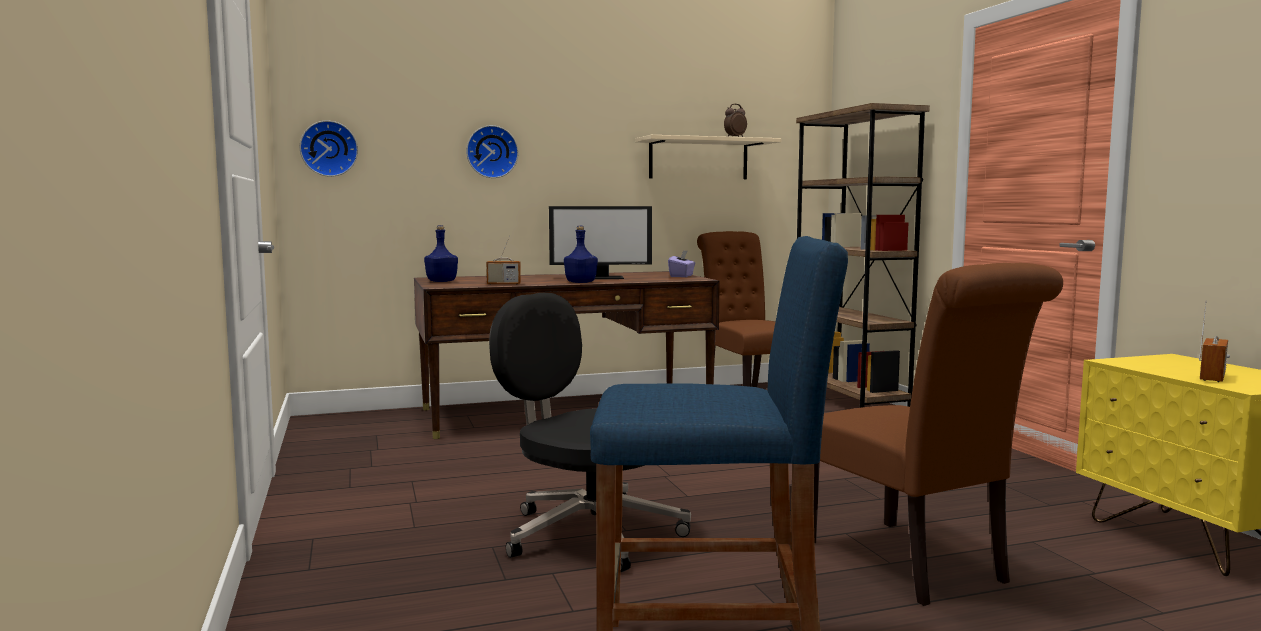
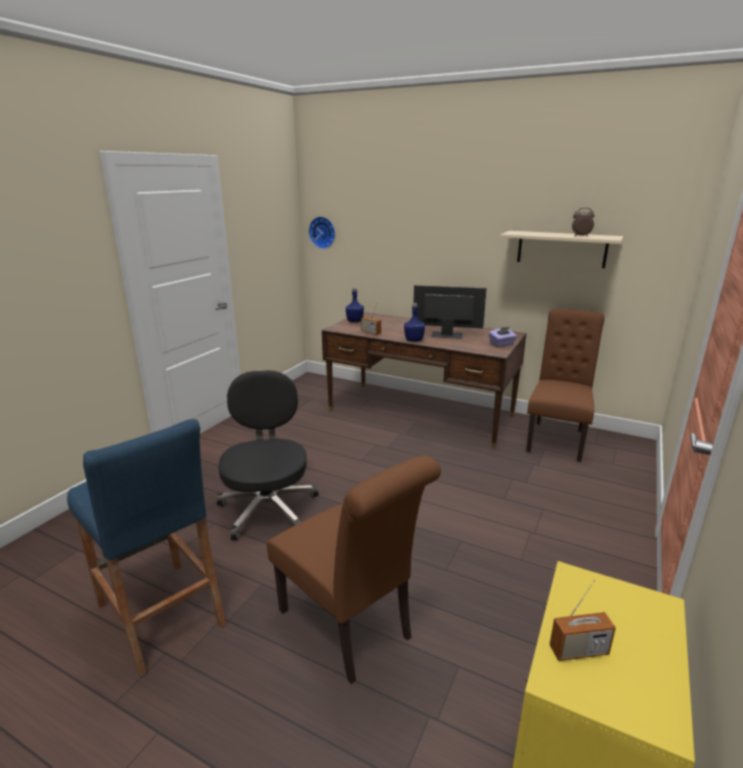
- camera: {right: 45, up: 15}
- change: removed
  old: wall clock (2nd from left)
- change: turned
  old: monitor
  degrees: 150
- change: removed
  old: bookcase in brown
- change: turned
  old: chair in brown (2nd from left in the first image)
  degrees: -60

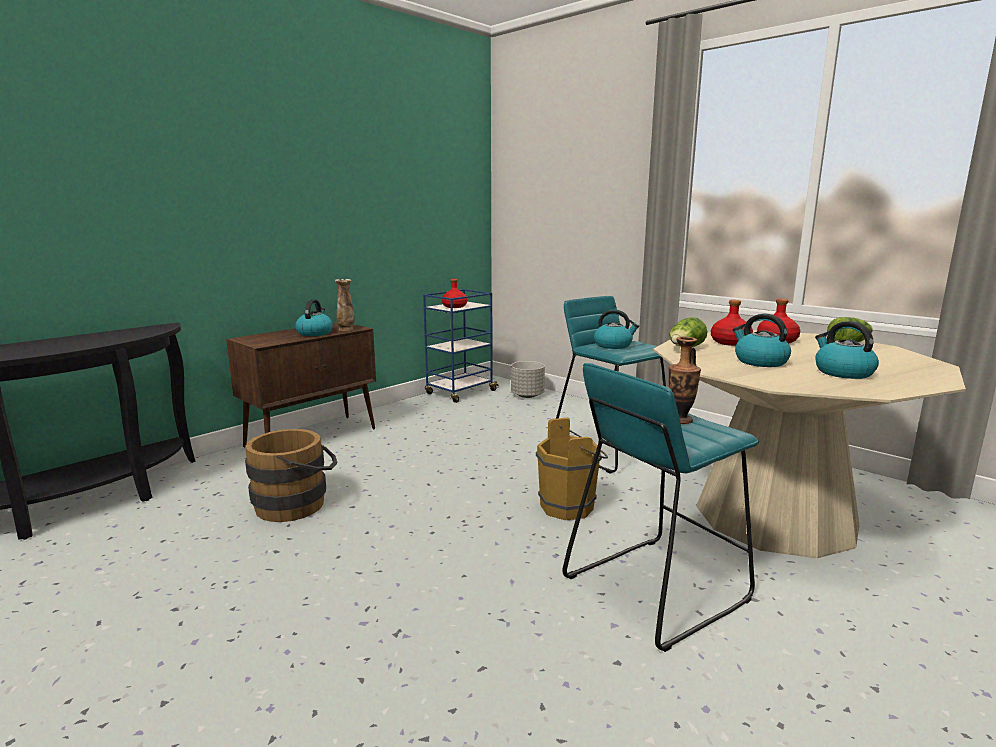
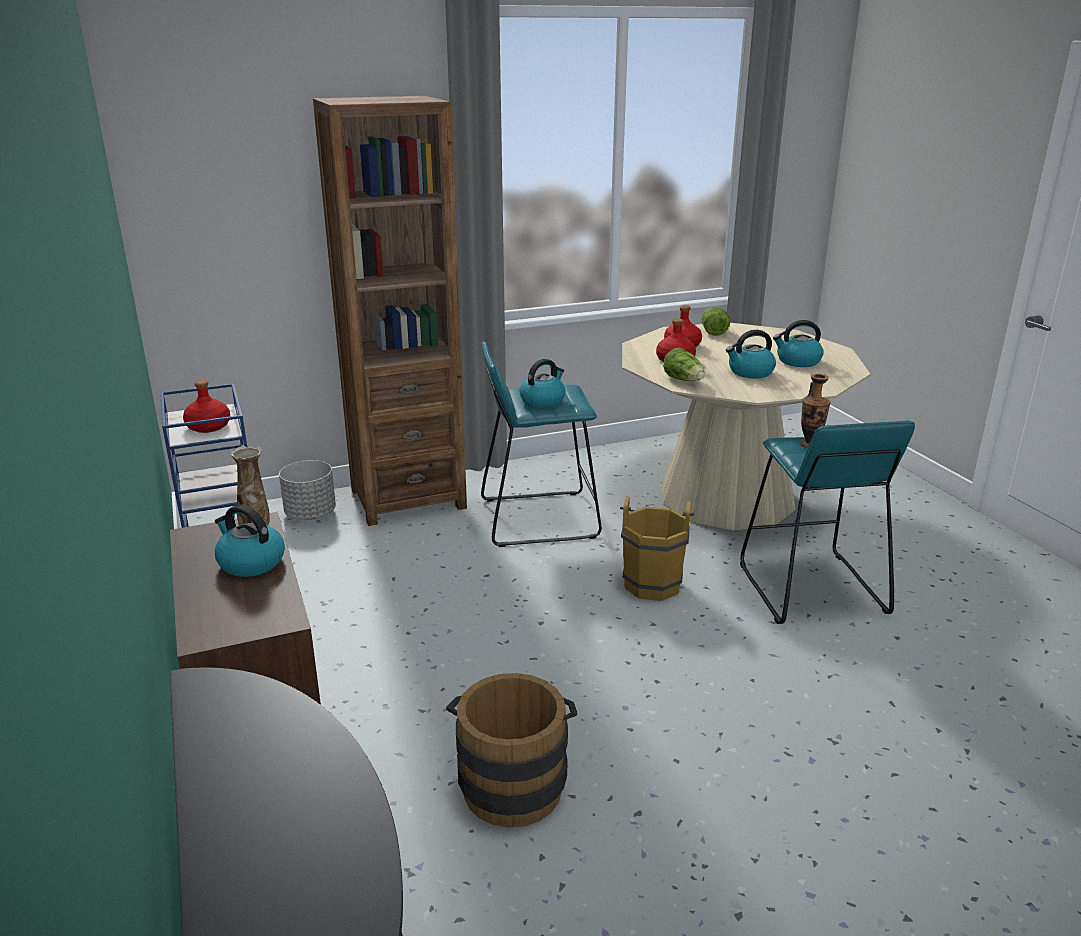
- camera: {right: -65, up: 10}
- change: added
  new: bookcase in brown

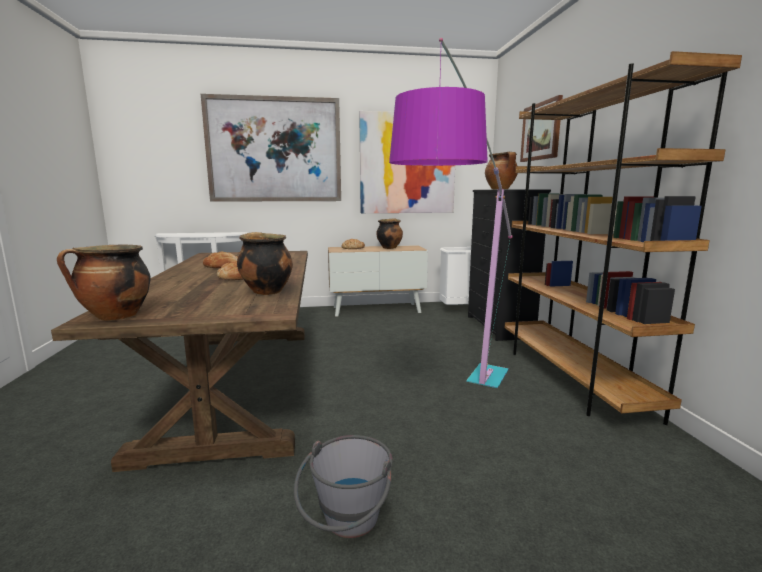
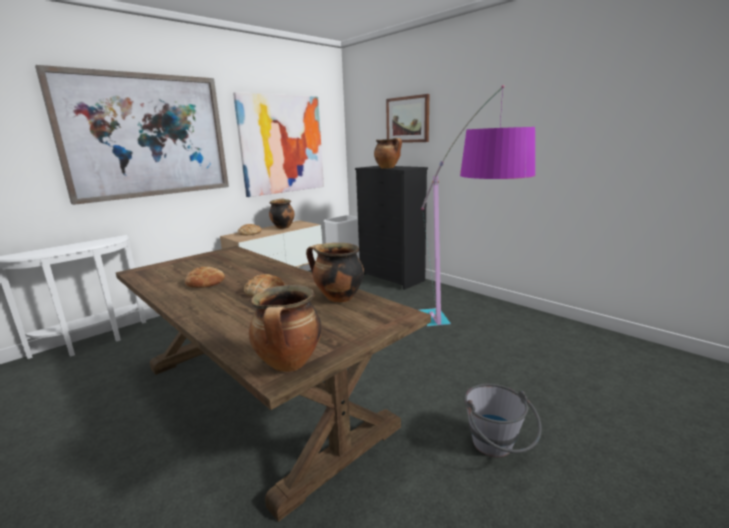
- camera: {right: -35, up: 5}
- change: removed
  old: bookcase in brown

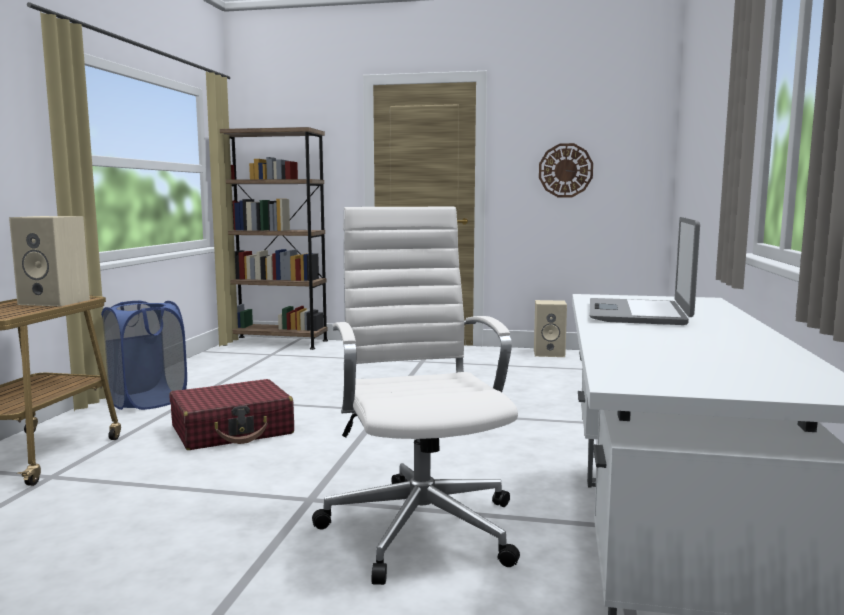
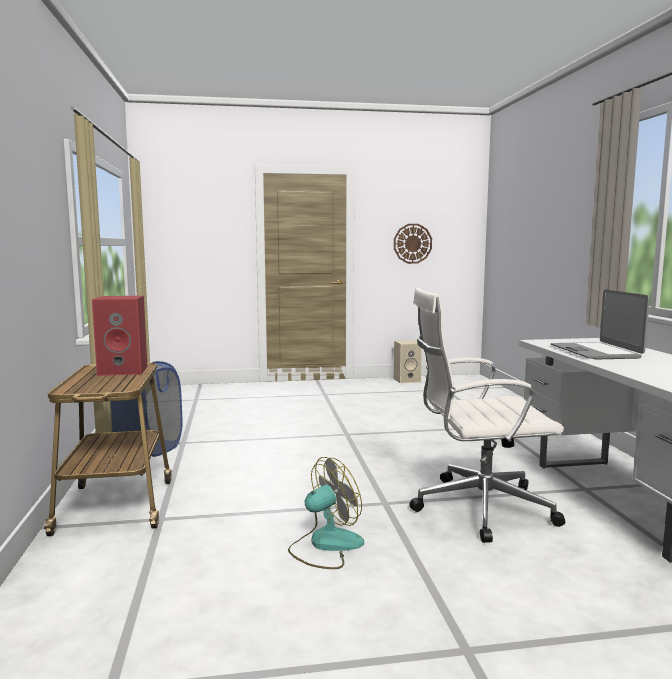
- camera: {right: -20, up: 0}
- change: recoloured
  old: speaker in beige (1st from left)
  new: speaker in red
- change: removed
  old: suitcase in red
- change: removed
  old: bookcase in brown
- change: turned
  old: office chair in white
  degrees: -60
- change: added
  new: fan

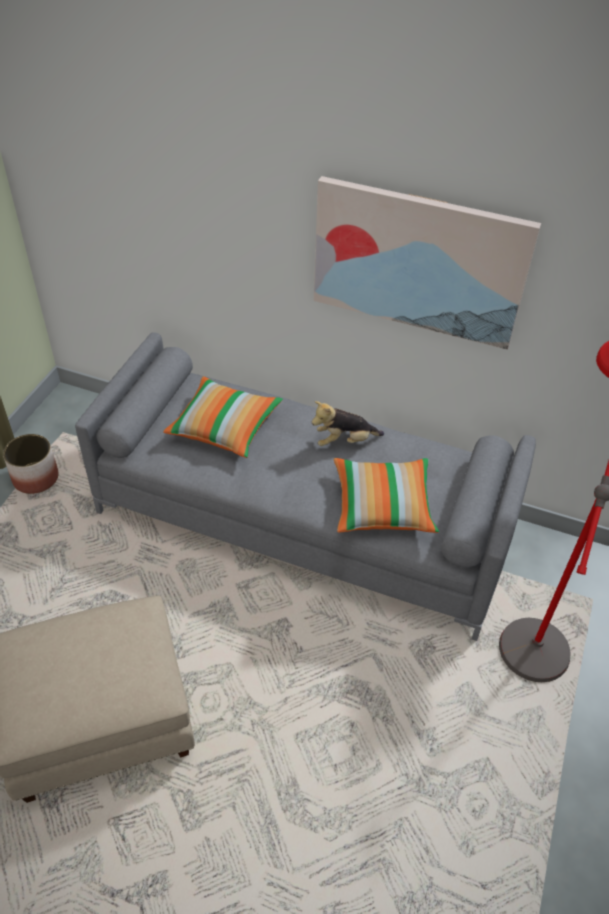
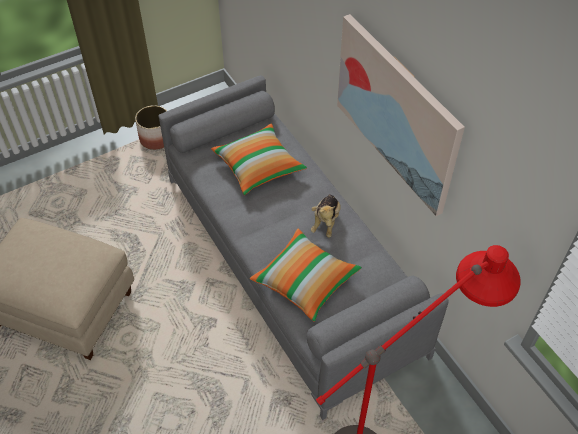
- camera: {right: 40, up: 5}
- change: turned
  old: plush toy
  degrees: -105

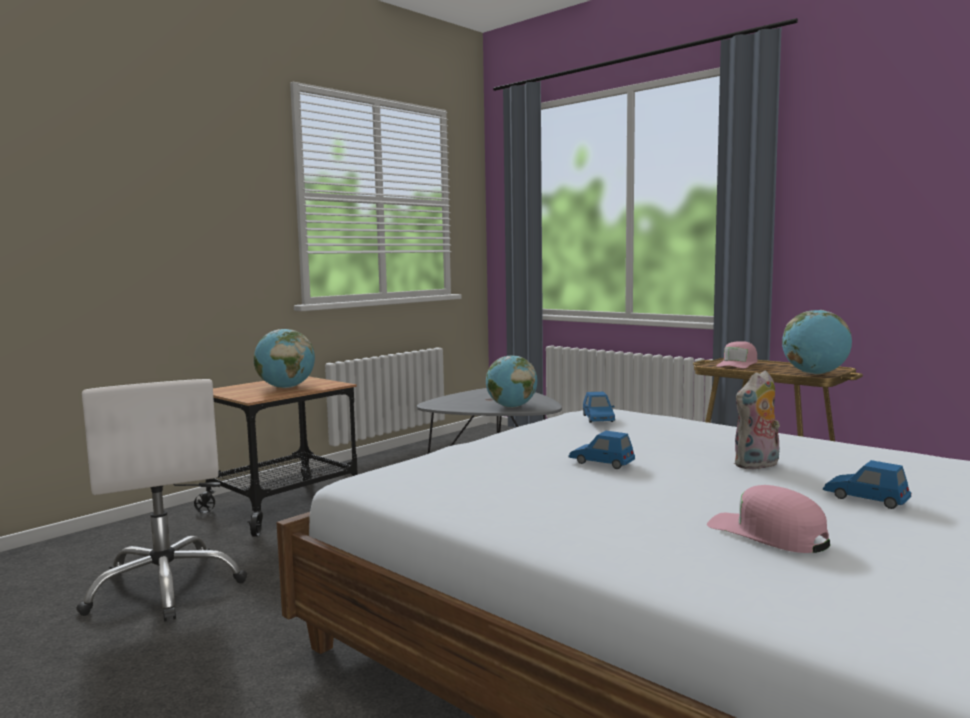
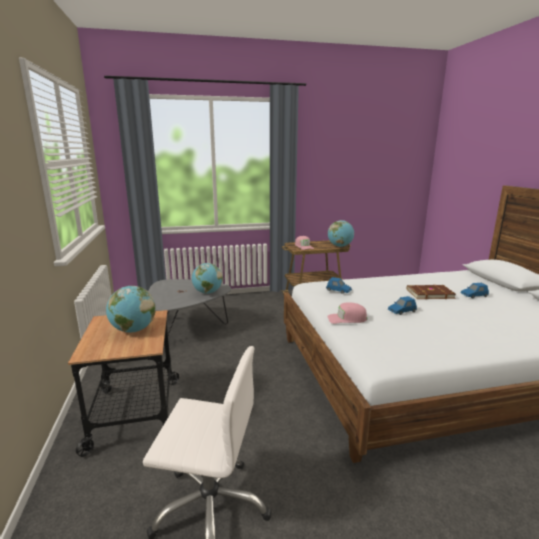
- camera: {right: -55, up: 10}
- change: moved
  old: cap in pink (2nd from left)
- change: replaced
  old: plush toy
  new: book in brown

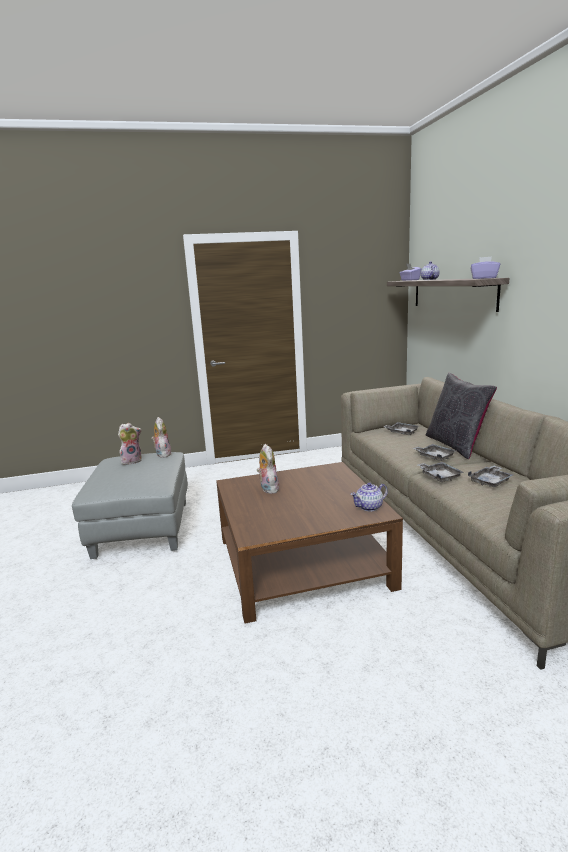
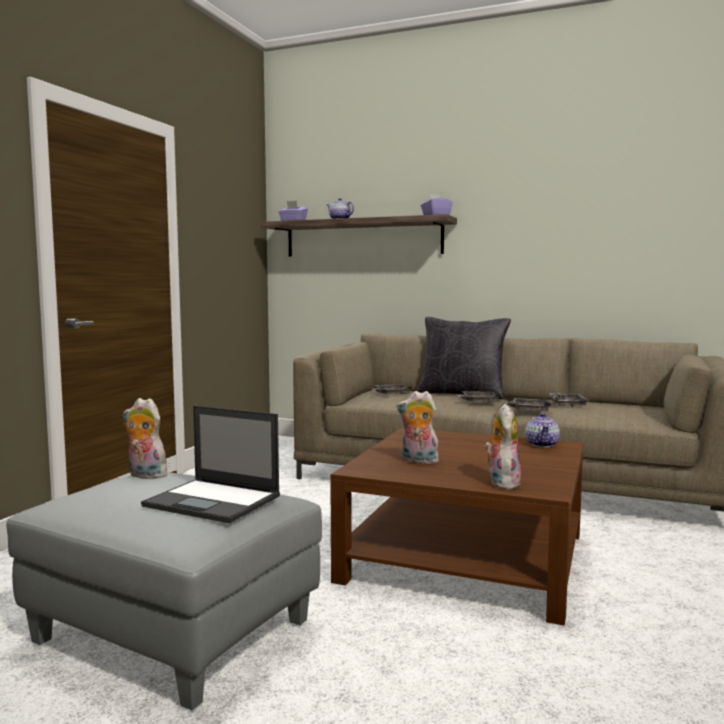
- camera: {right: -55, up: -10}
- change: moved
  old: plush toy (1st from left in the first image)
  new: plush toy (3rd from left)
- change: added
  new: laptop

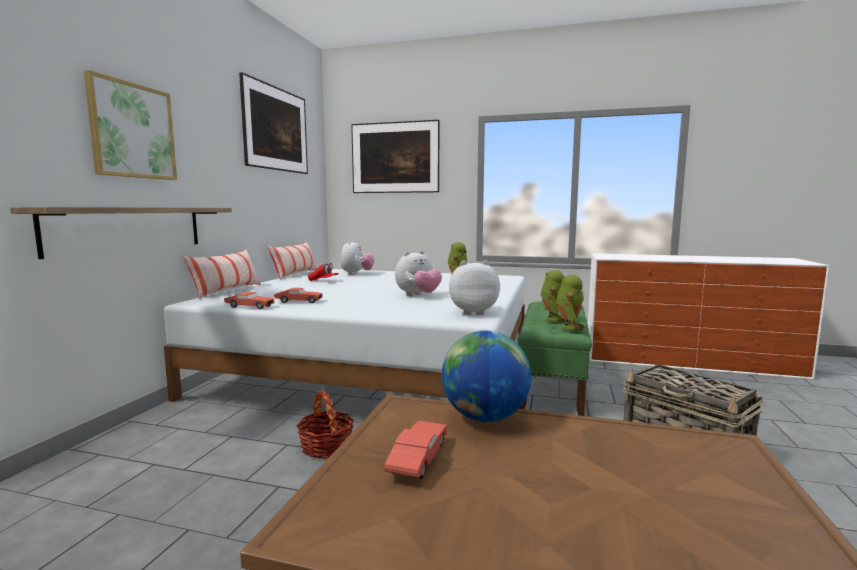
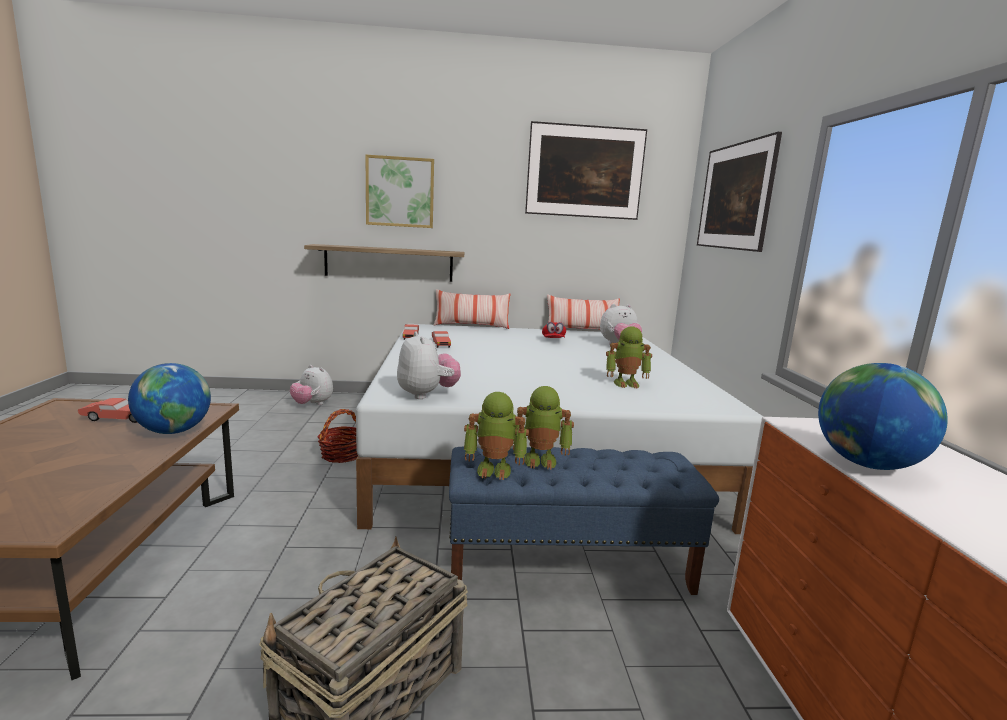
- camera: {right: 70, up: 5}
- change: moved
  old: plush toy (2nd from left in the first image)
  new: plush toy (1st from left)
- change: recoloured
  old: bench in green
  new: bench in blue
- change: added
  new: globe (2nd from left)

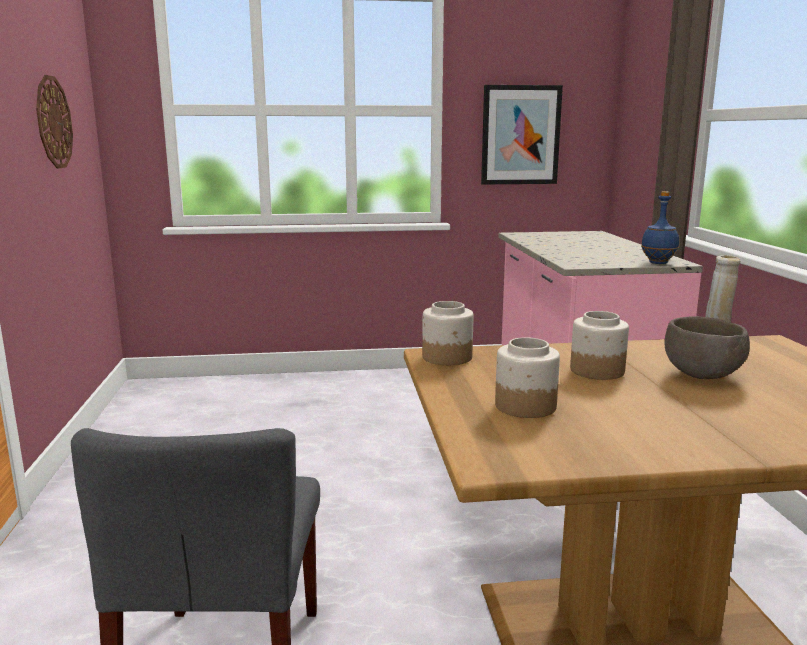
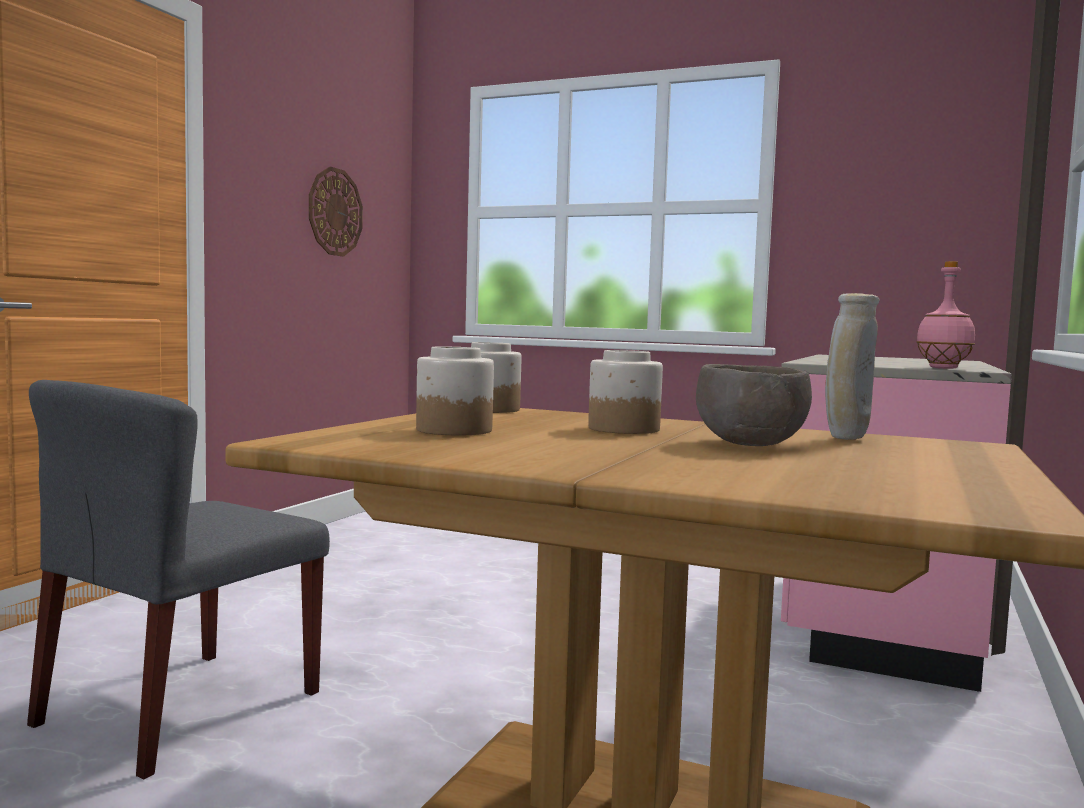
- camera: {right: 30, up: -10}
- change: removed
  old: picture
- change: recoloured
  old: bottle in blue
  new: bottle in pink

